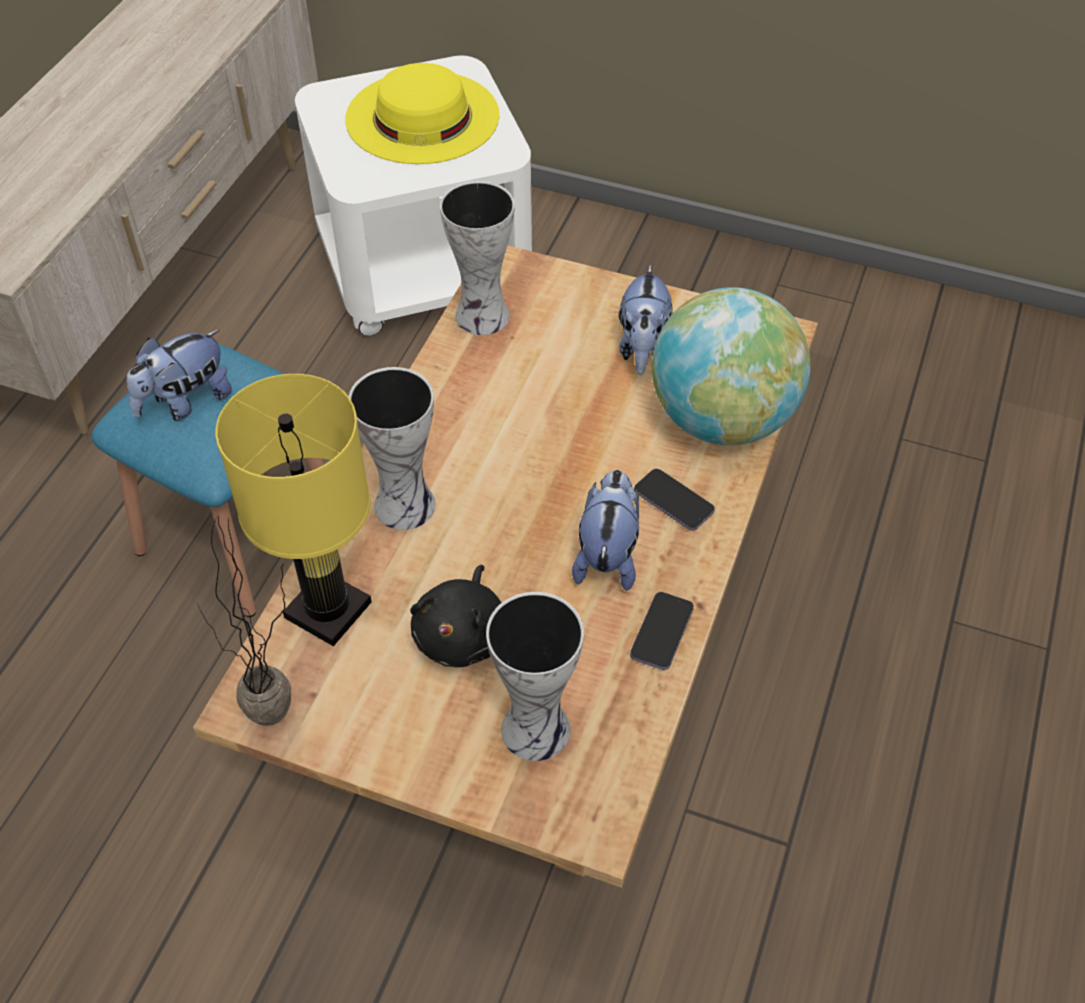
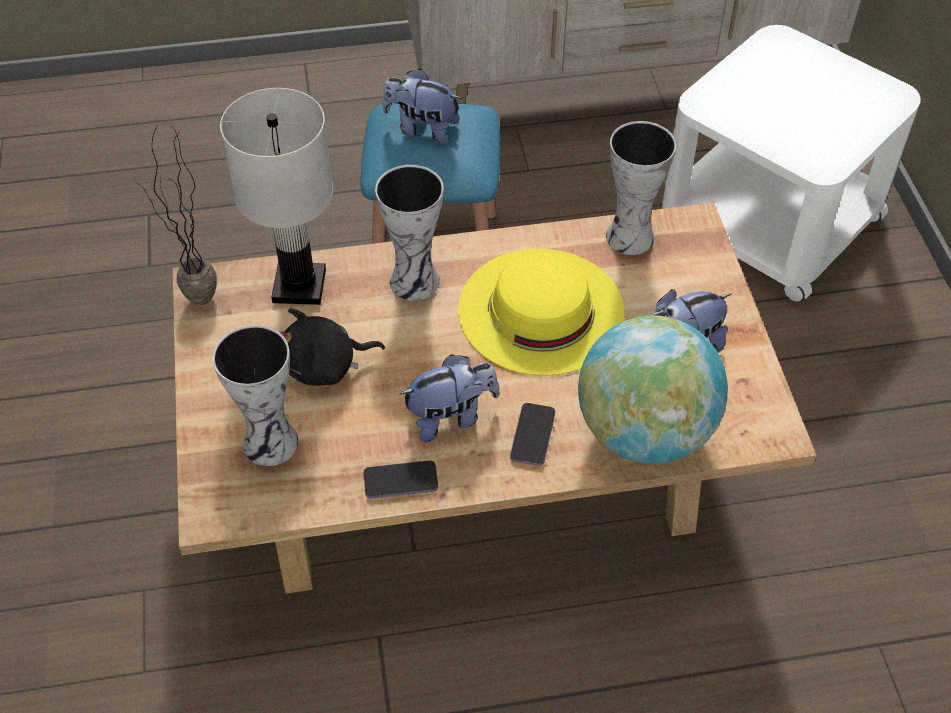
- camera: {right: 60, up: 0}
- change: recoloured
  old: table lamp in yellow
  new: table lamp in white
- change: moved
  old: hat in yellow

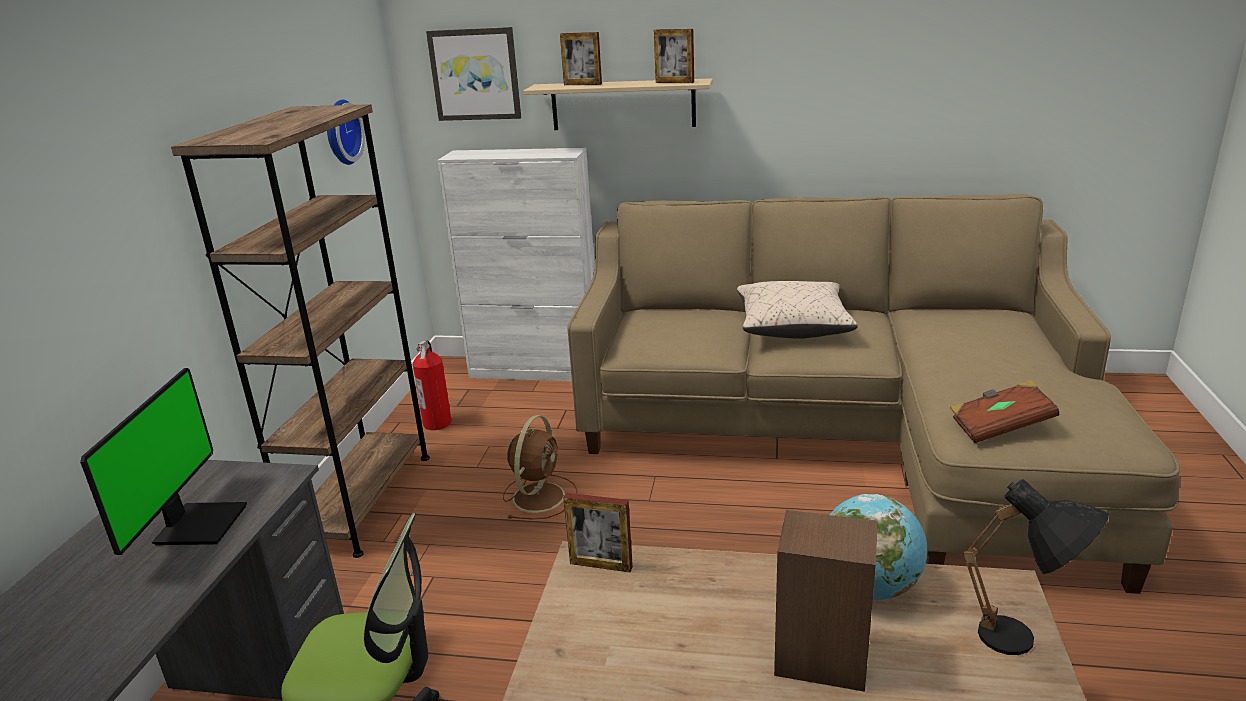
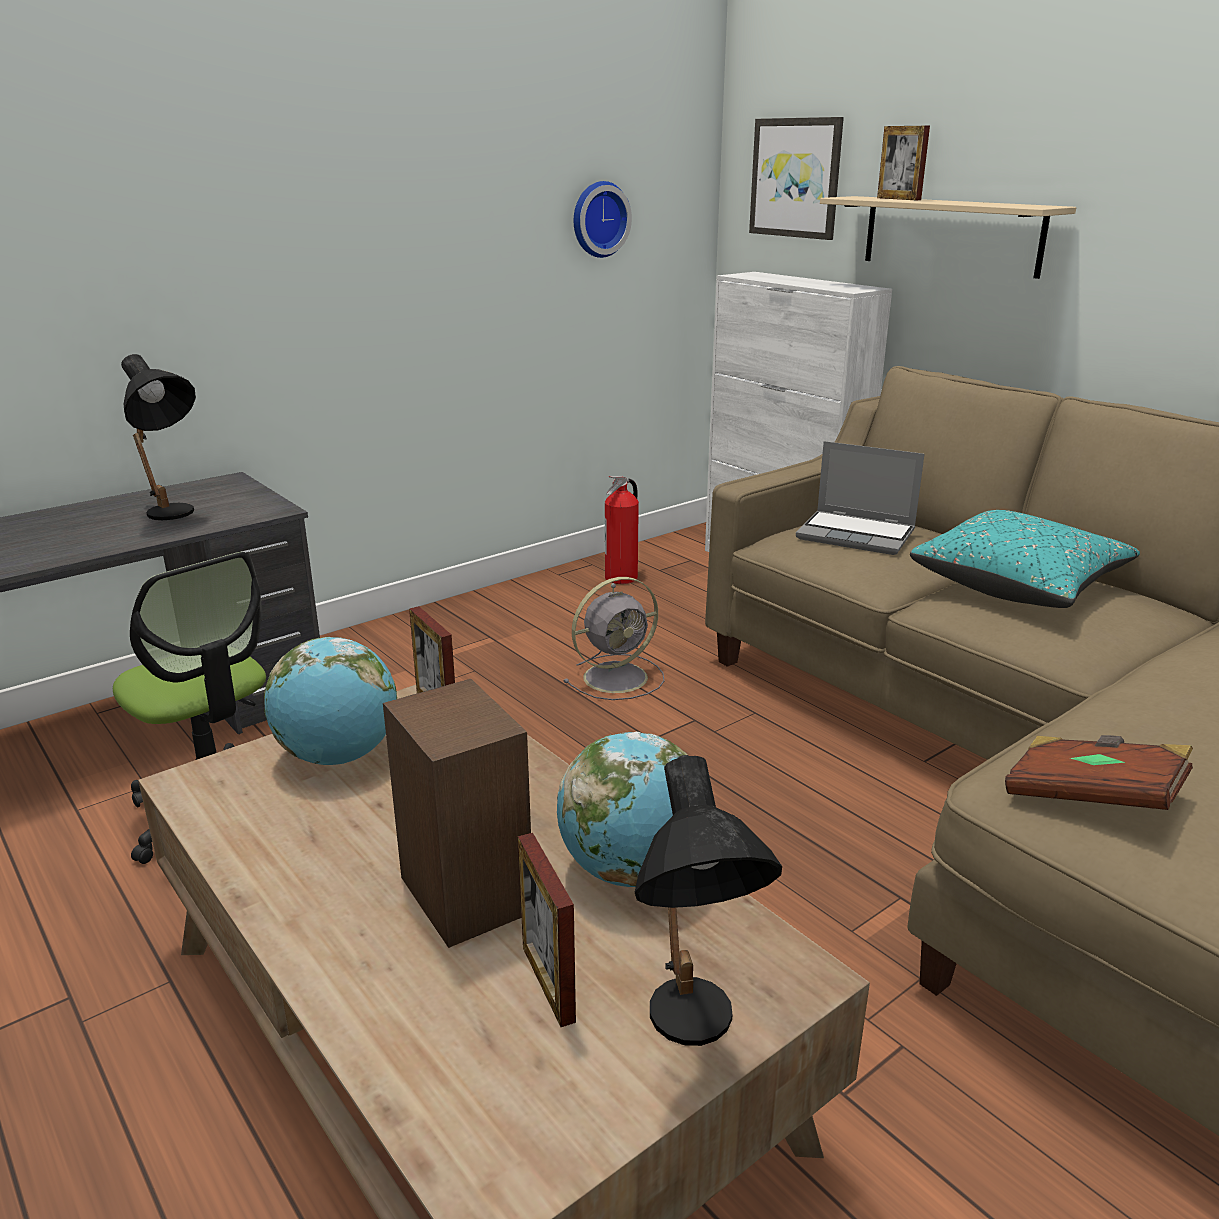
- camera: {right: 40, up: 0}
- change: replaced
  old: monitor
  new: table lamp in black (1st from left)
- change: removed
  old: bookcase in brown
- change: recoloured
  old: fan in brown
  new: fan in grey
- change: moved
  old: picture frame (3rd from left in the first image)
  new: picture frame (2nd from left)
- change: recoloured
  old: pillow in beige
  new: pillow in turquoise
- change: added
  new: globe (1st from left)
- change: added
  new: laptop

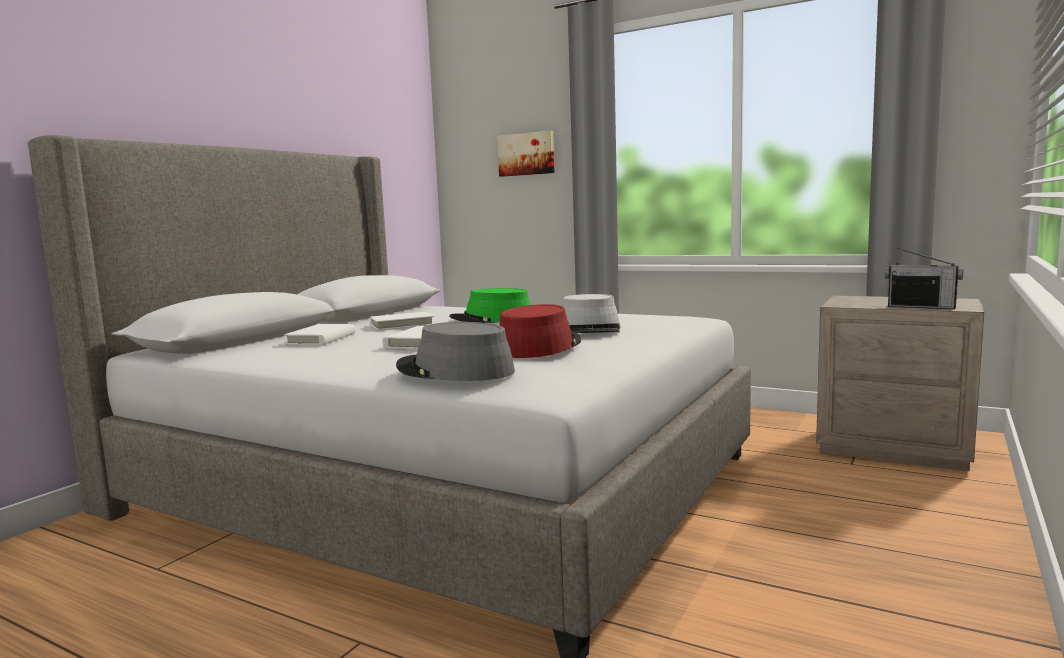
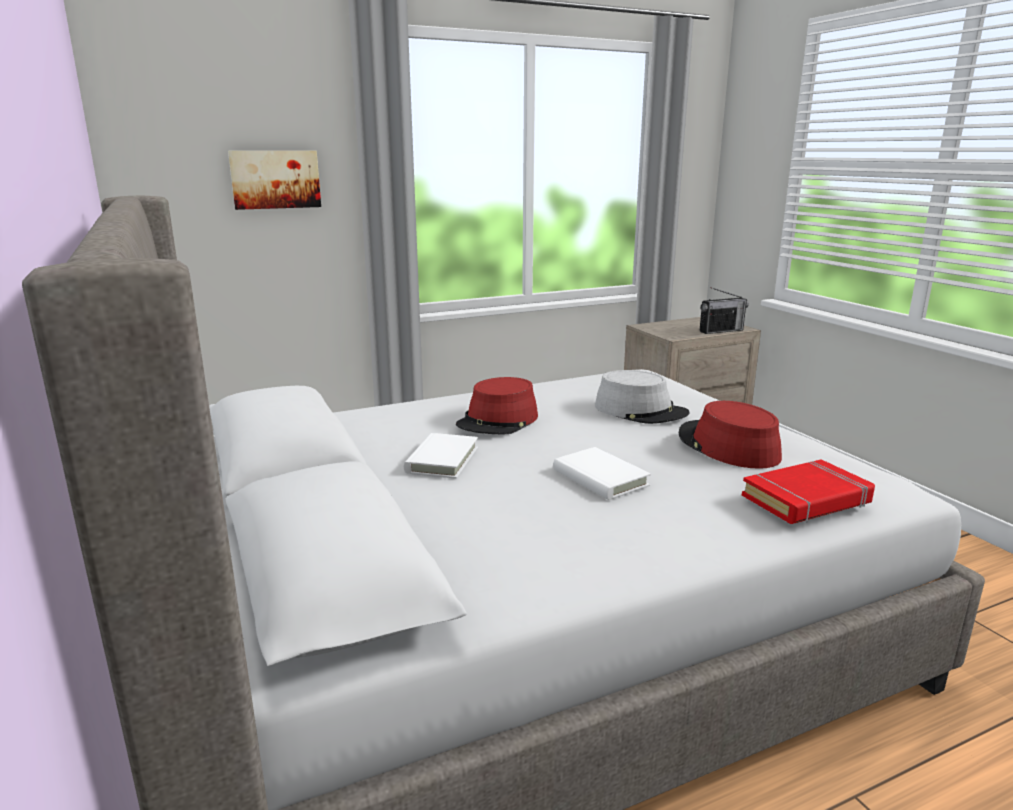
- camera: {right: -55, up: 10}
- change: removed
  old: book in white (1st from left)
- change: replaced
  old: hat in grey (1st from left)
  new: book in red
- change: recoloured
  old: hat in green
  new: hat in red (1st from left)

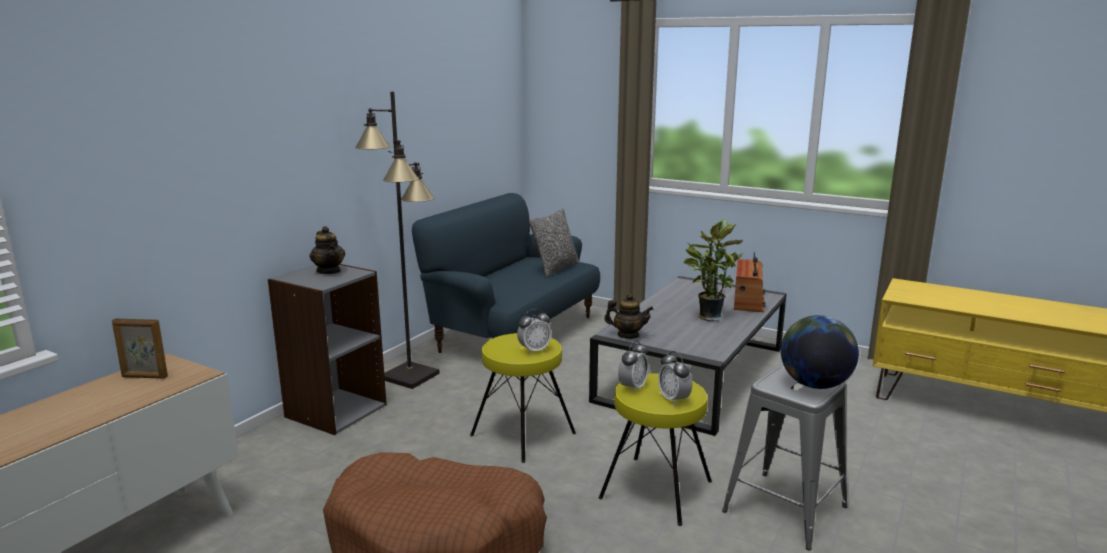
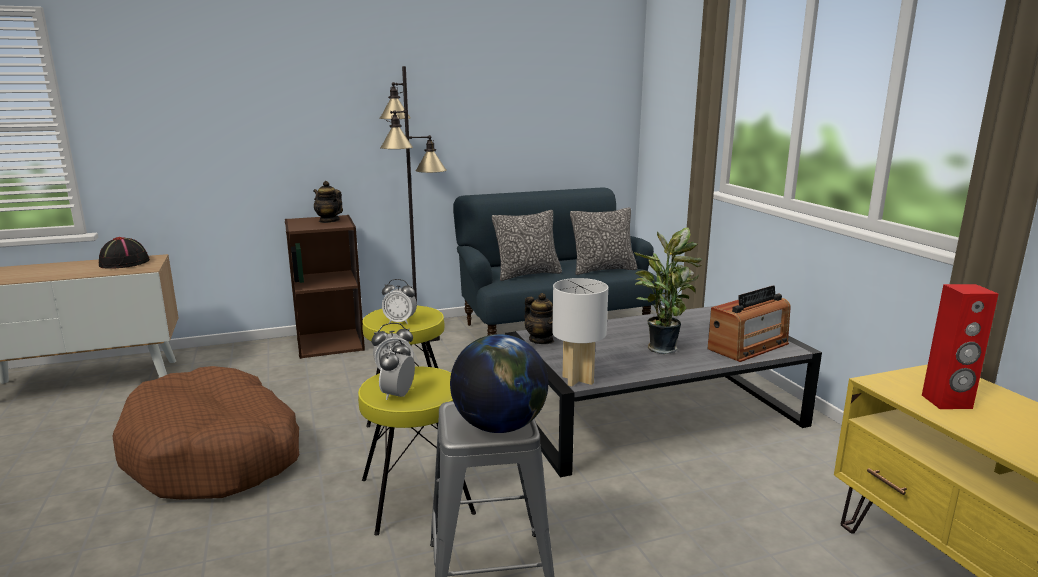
- camera: {right: 40, up: 0}
- change: replaced
  old: picture frame
  new: hat in black
- change: recoloured
  old: bookcase in grey
  new: bookcase in brown
- change: turned
  old: teapot (1st from left)
  degrees: 120
- change: added
  new: pillow (1st from left)
- change: added
  new: table lamp in white
- change: added
  new: speaker in red

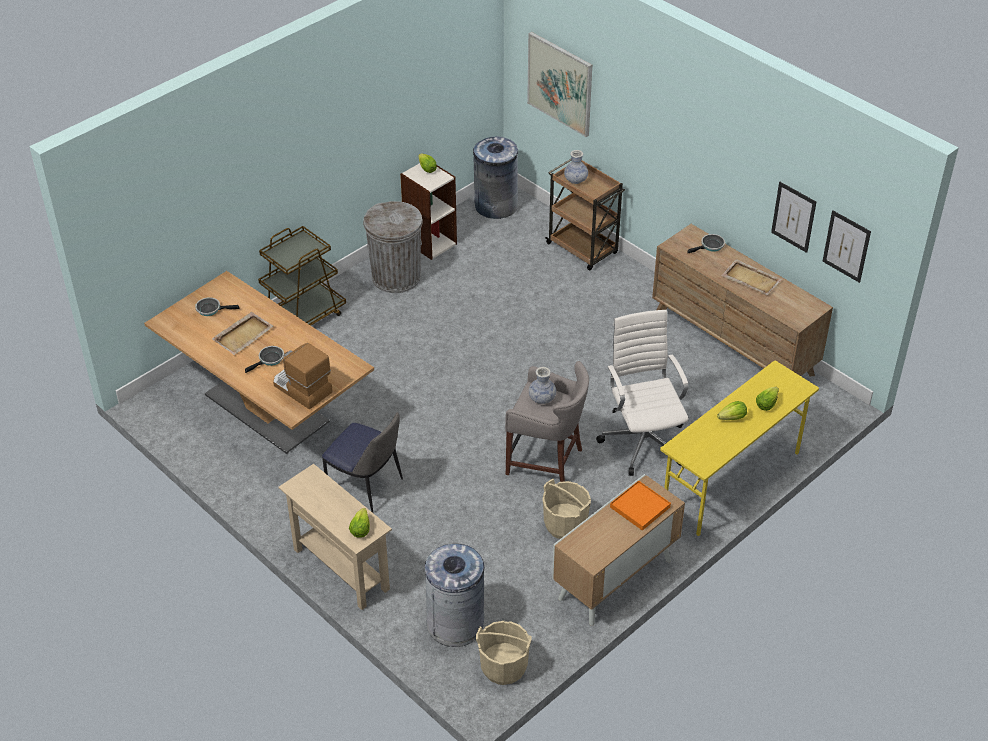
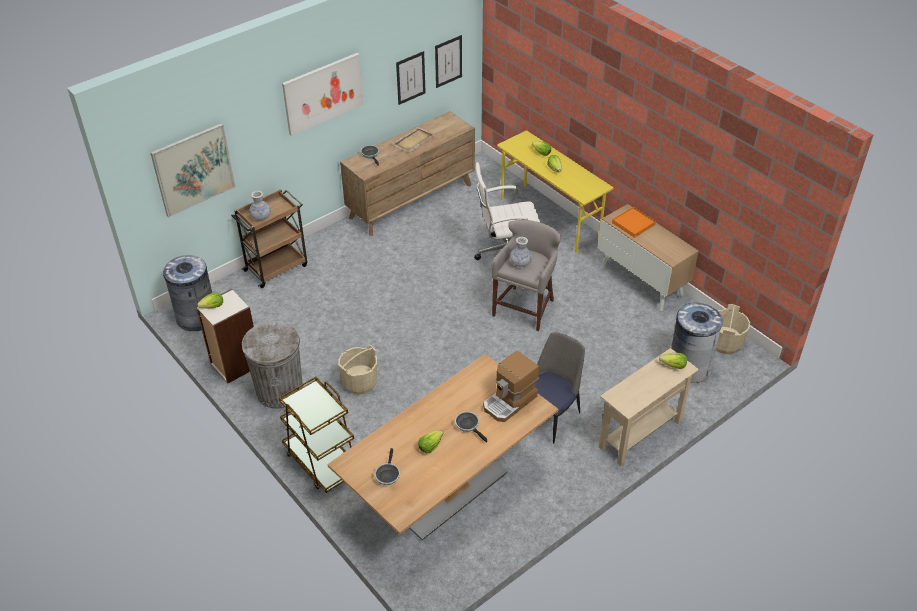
- camera: {right: -85, up: 0}
- change: replaced
  old: tray in beige (1st from left)
  new: lettuce (2nd from left)
- change: moved
  old: bucket in beige (2nd from left in the first image)
  new: bucket in beige (1st from left)
- change: added
  new: picture (2nd from left)

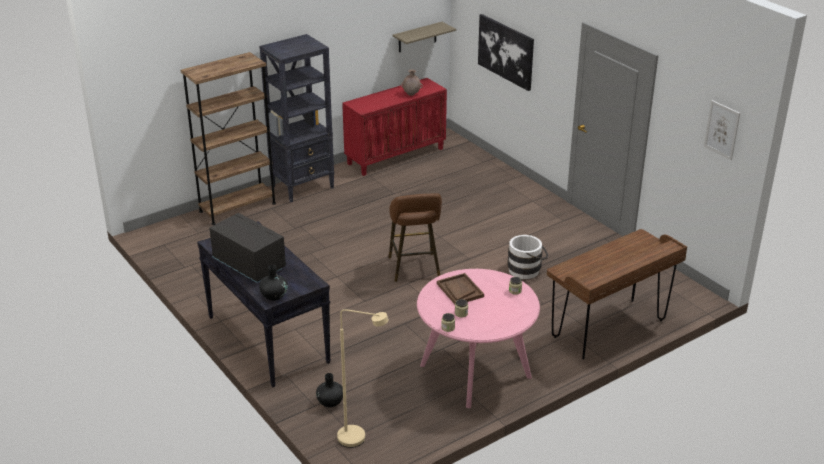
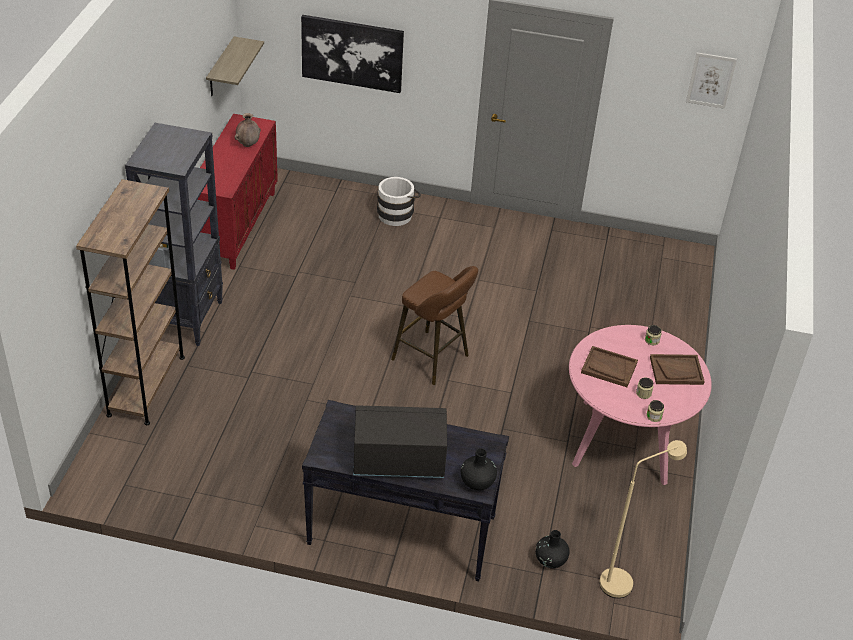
- camera: {right: -45, up: 10}
- change: moved
  old: bucket in white
- change: removed
  old: desk in brown
- change: added
  new: tray in brown (2nd from left)

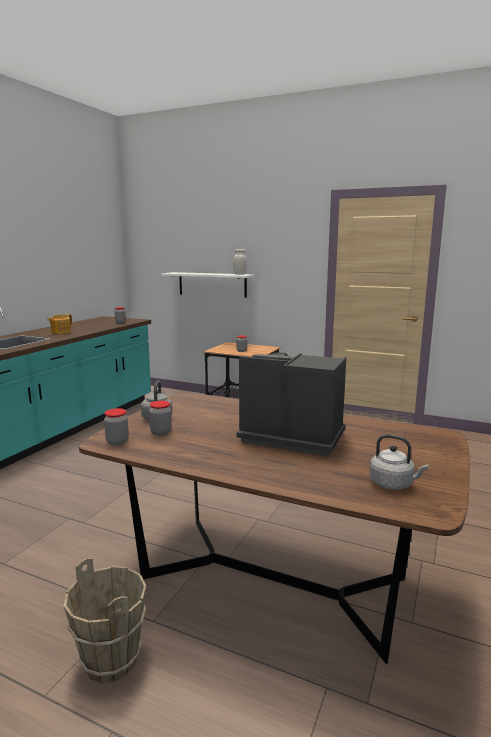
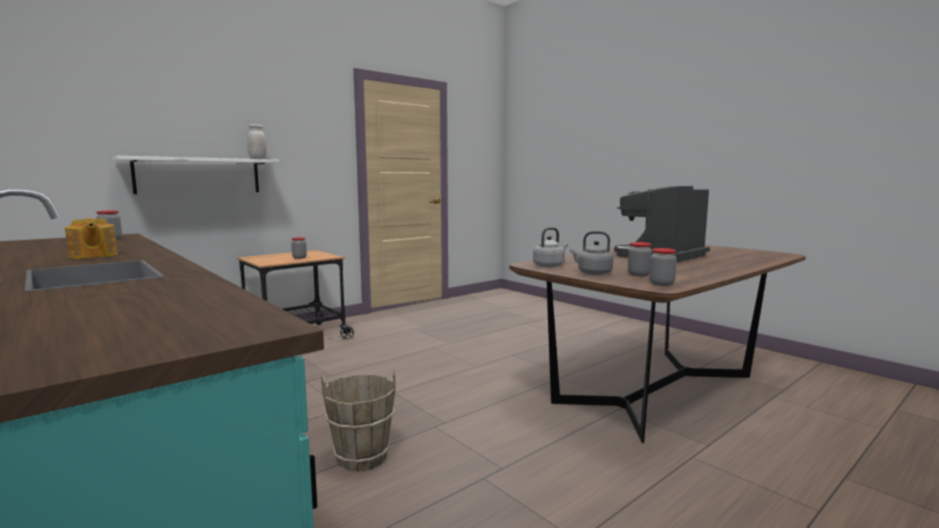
- camera: {right: -65, up: -5}
- change: moved
  old: bucket in brown
- change: moved
  old: kettle in grey (2nd from left in the first image)
  new: kettle in grey (1st from left)

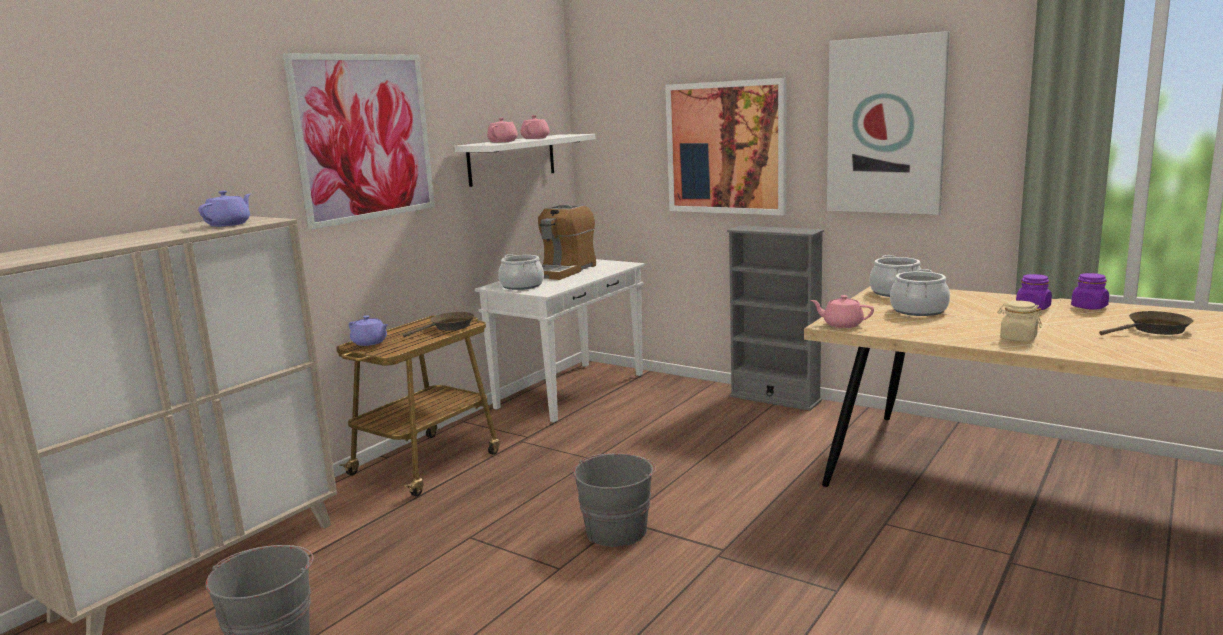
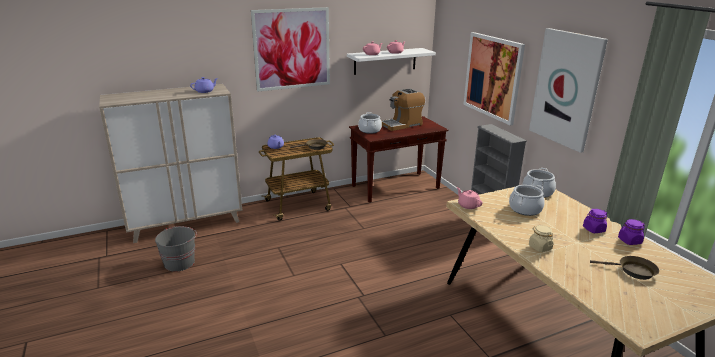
- camera: {right: 30, up: 10}
- change: recoloured
  old: console table in white
  new: console table in brown
- change: removed
  old: bucket in grey (2nd from left)

